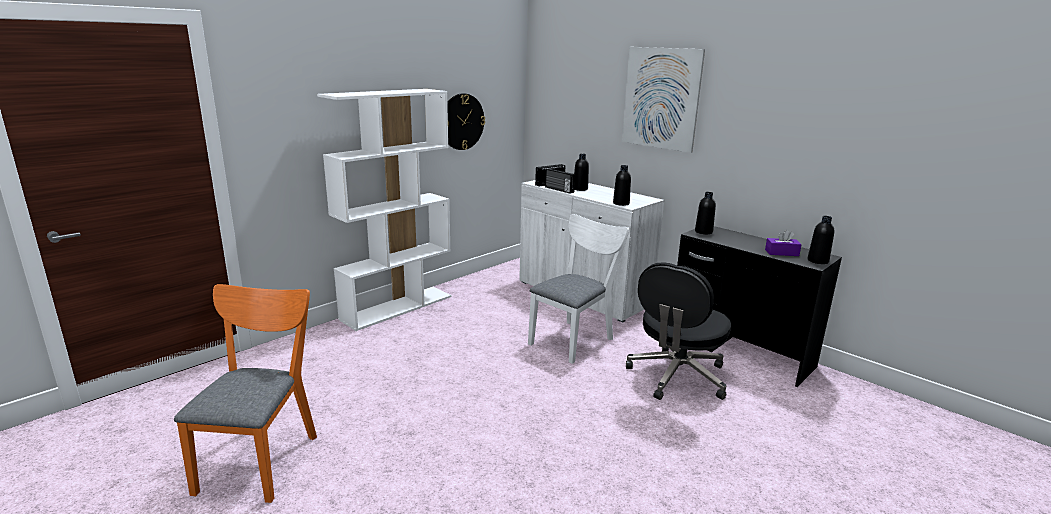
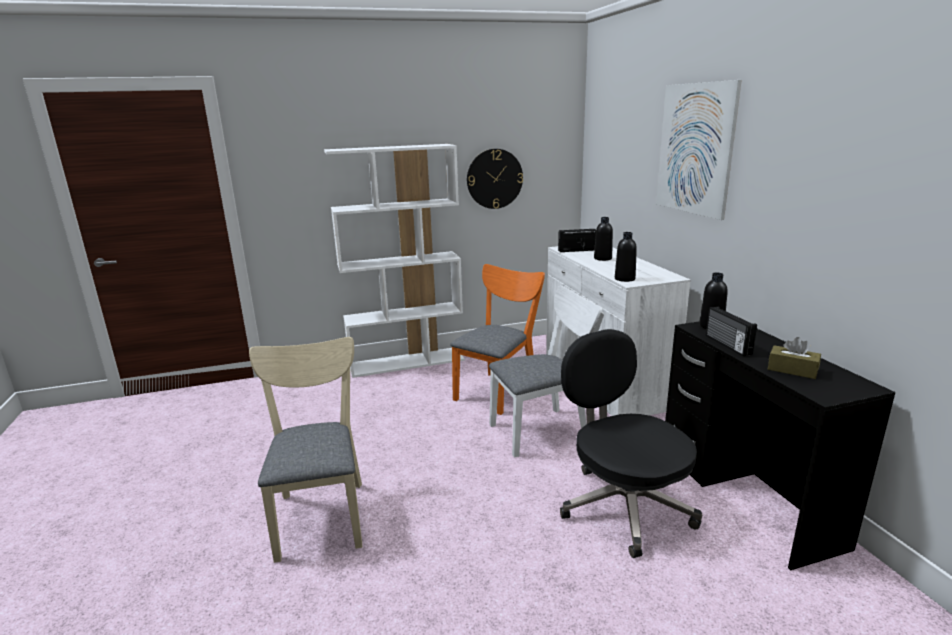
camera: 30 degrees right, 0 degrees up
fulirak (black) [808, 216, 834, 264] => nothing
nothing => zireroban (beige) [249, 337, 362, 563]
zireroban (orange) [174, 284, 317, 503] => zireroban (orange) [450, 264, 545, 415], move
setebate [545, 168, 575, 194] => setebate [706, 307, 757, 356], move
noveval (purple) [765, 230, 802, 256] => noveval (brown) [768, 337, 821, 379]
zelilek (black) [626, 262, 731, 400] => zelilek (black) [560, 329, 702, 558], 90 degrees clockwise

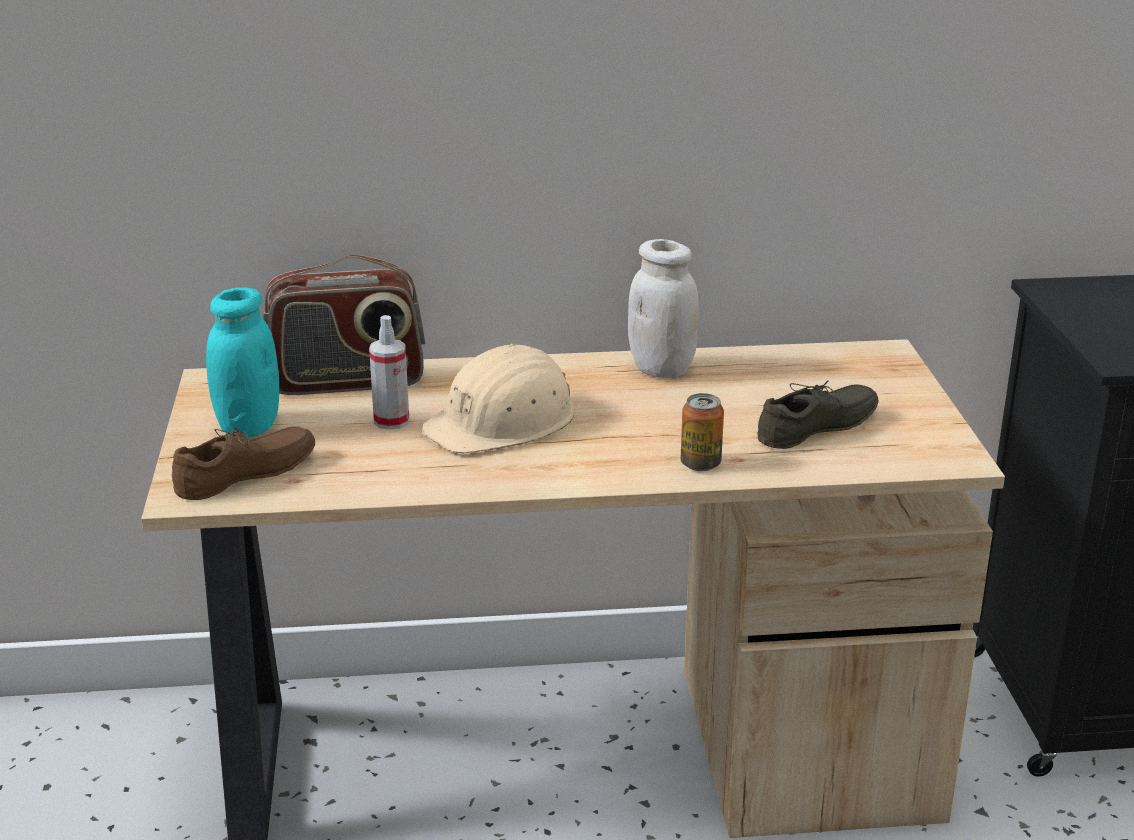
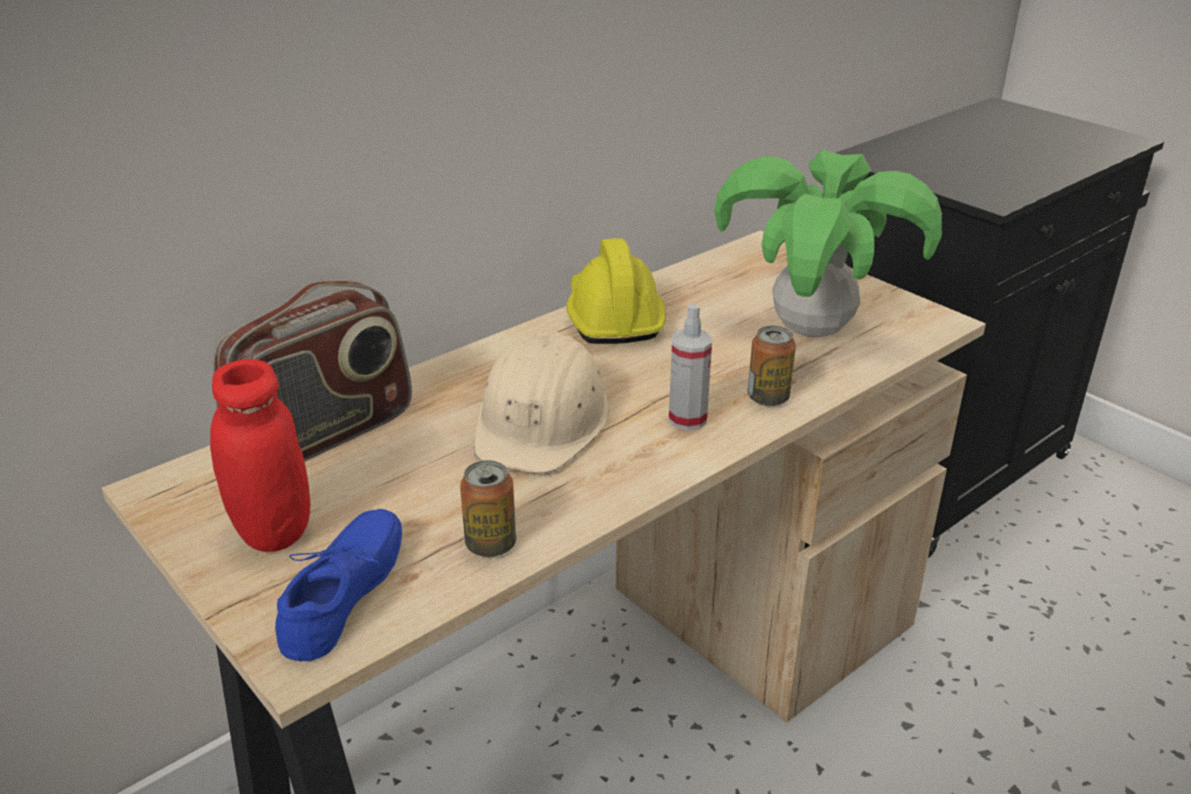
camera: 35 degrees left, 5 degrees up
nothing => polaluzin [460, 460, 516, 557]
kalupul [369, 315, 409, 430] => kalupul [669, 304, 712, 430], move
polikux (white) [628, 239, 699, 378] => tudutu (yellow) [566, 238, 665, 344]
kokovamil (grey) [757, 381, 879, 449] => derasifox [714, 149, 942, 337]
kokovamil (brown) [172, 426, 315, 500] => kokovamil (blue) [275, 509, 402, 661]
polikux (turquoise) [206, 287, 279, 437] => polikux (red) [210, 359, 310, 552]

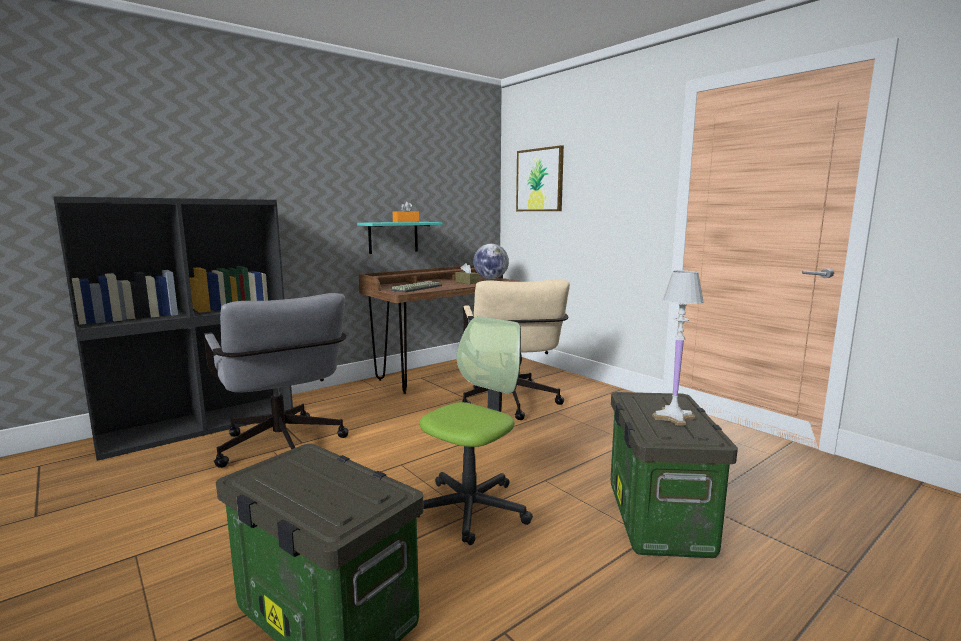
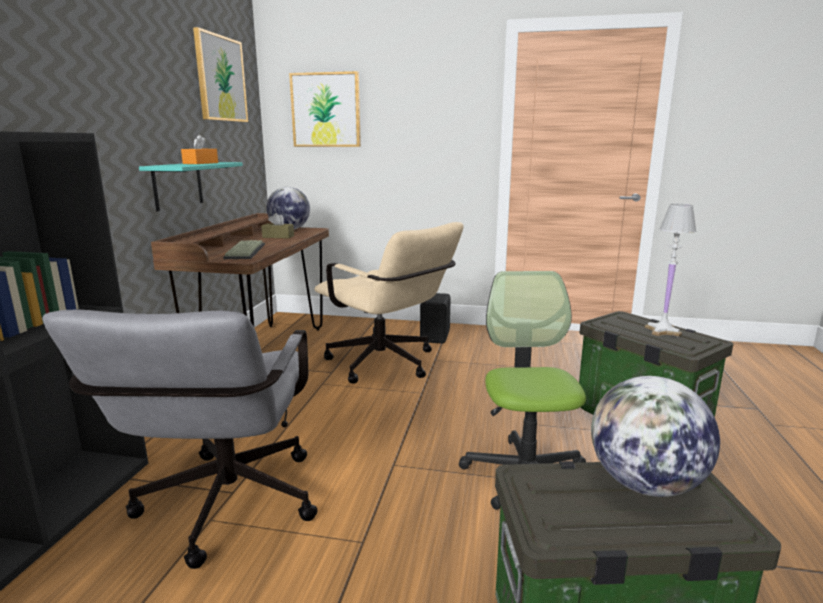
camera: 40 degrees left, 5 degrees up
nothing => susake [193, 27, 248, 122]
nothing => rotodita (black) [420, 293, 451, 343]
nothing => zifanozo [591, 376, 720, 497]
zelilek (grey) [204, 293, 349, 468] => zelilek (grey) [42, 309, 318, 569], 75 degrees clockwise

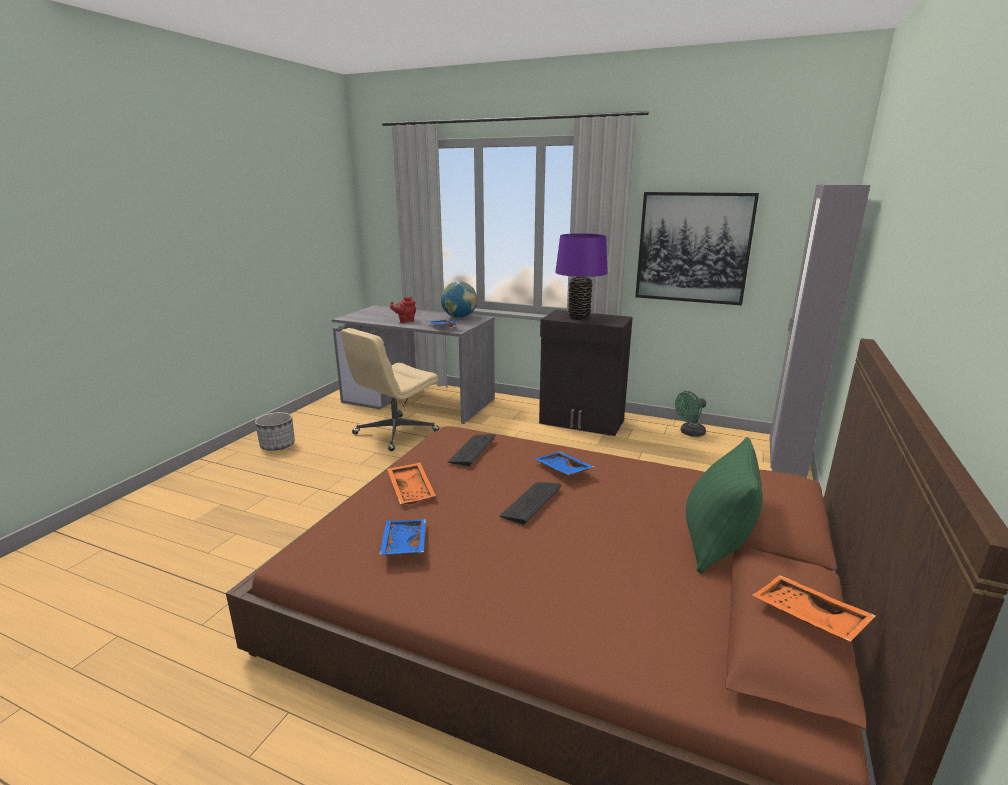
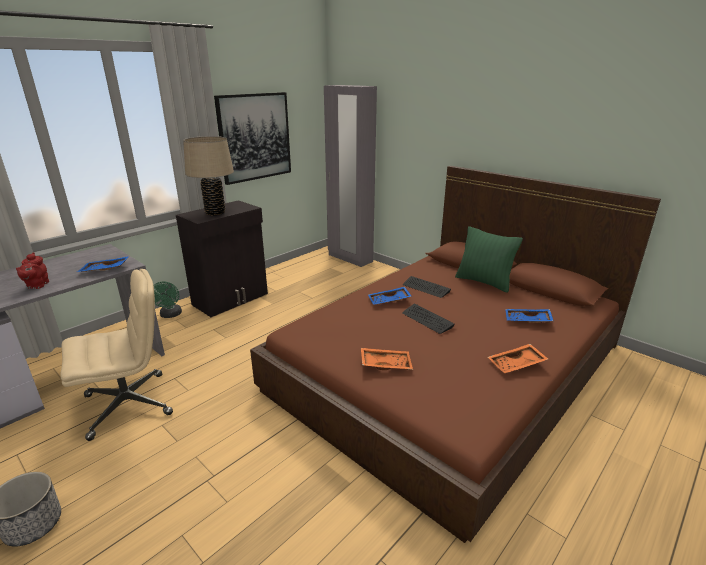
camera: 70 degrees left, 5 degrees up
zifanozo [441, 281, 477, 318] => nothing
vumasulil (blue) [379, 519, 426, 555] => vumasulil (blue) [505, 309, 553, 323], move
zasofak [448, 434, 496, 466] => zasofak [403, 276, 451, 298], move
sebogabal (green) [675, 391, 706, 437] => sebogabal (green) [154, 282, 182, 318], move
vumasulil (orange) [752, 575, 876, 642] => vumasulil (orange) [488, 344, 548, 373], move
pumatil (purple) [555, 233, 608, 320] => pumatil (beige) [183, 136, 234, 215]
zelilek (beige) [340, 328, 439, 451] => zelilek (beige) [60, 269, 173, 441], 90 degrees counterclockwise

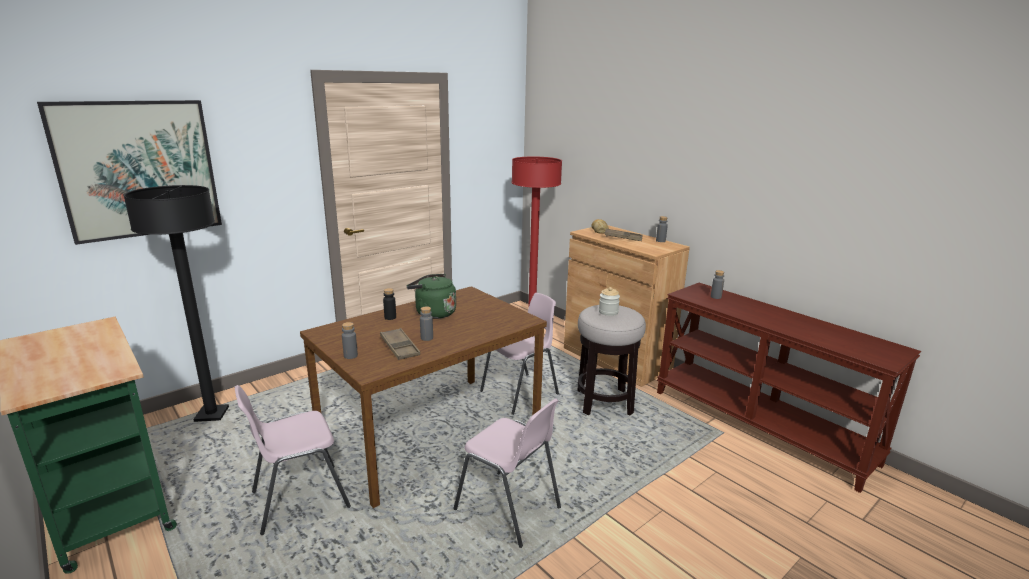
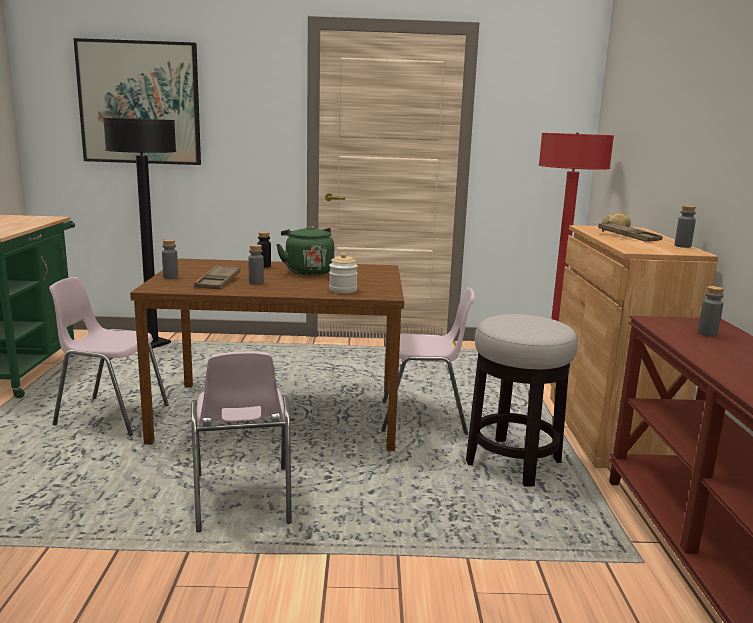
camera: 40 degrees right, 5 degrees down
polikux [599, 287, 620, 316] => polikux [329, 253, 358, 293], move

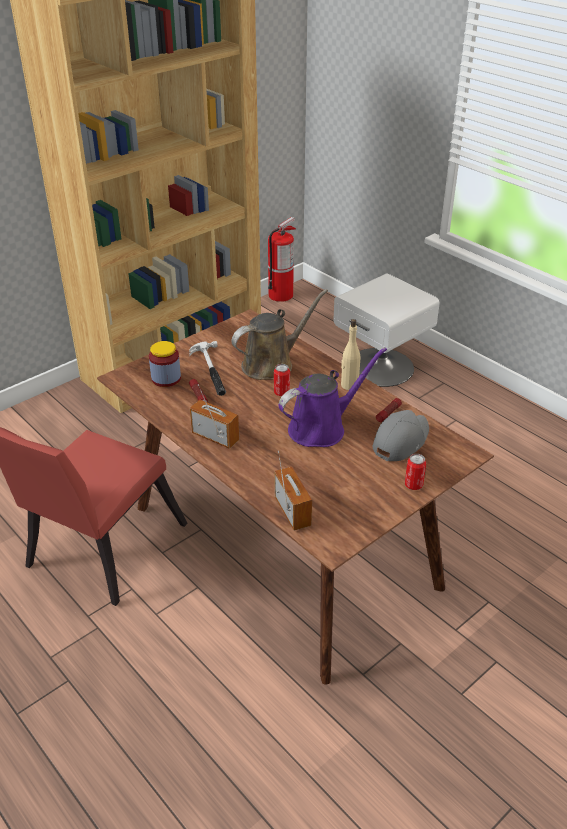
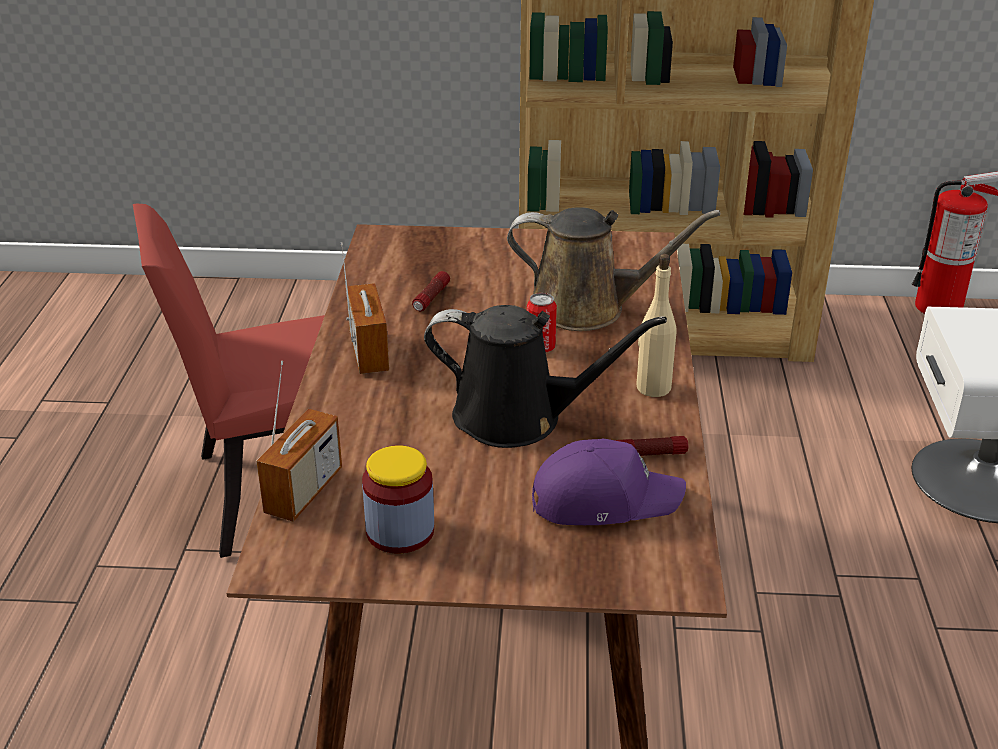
camera: 45 degrees right, 5 degrees down
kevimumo [189, 341, 226, 396] => nothing
polaluzin [405, 454, 426, 490] => nothing
polikux [149, 341, 181, 387] => polikux [362, 445, 434, 554], move
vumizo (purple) [278, 347, 387, 447] => vumizo (black) [424, 305, 667, 448]
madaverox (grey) [373, 410, 429, 461] => madaverox (purple) [532, 439, 686, 525]

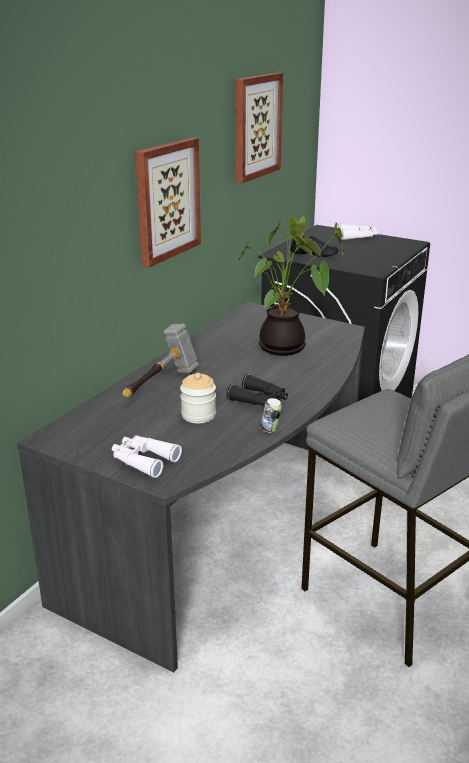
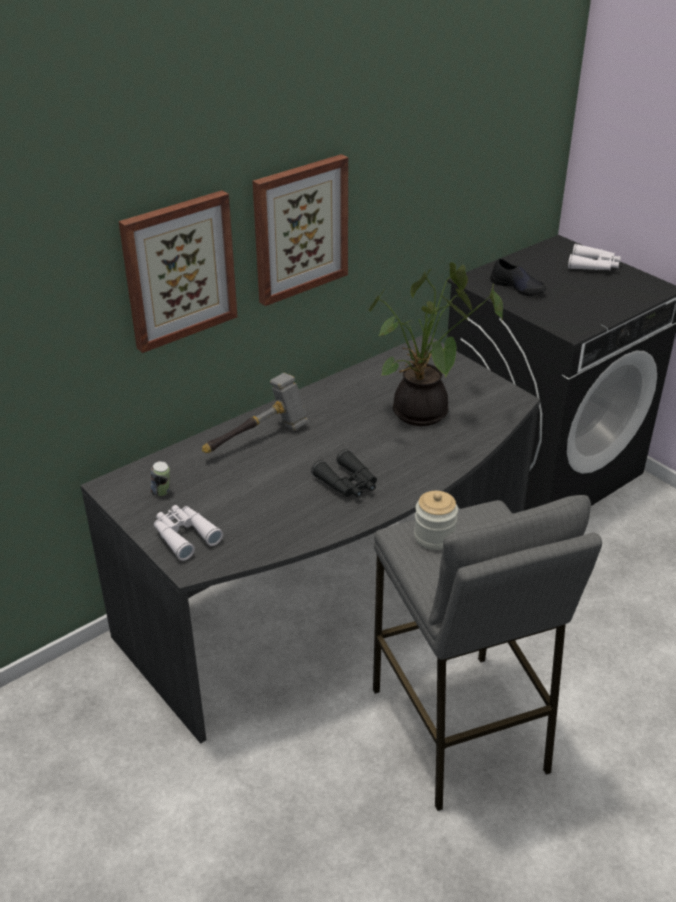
camera: 20 degrees right, 10 degrees up
polikux [180, 372, 216, 424] => polikux [414, 491, 458, 550], move
susake [235, 73, 283, 183] => susake [119, 190, 238, 353], move
polaluzin [261, 398, 282, 433] => polaluzin [151, 461, 170, 496], move

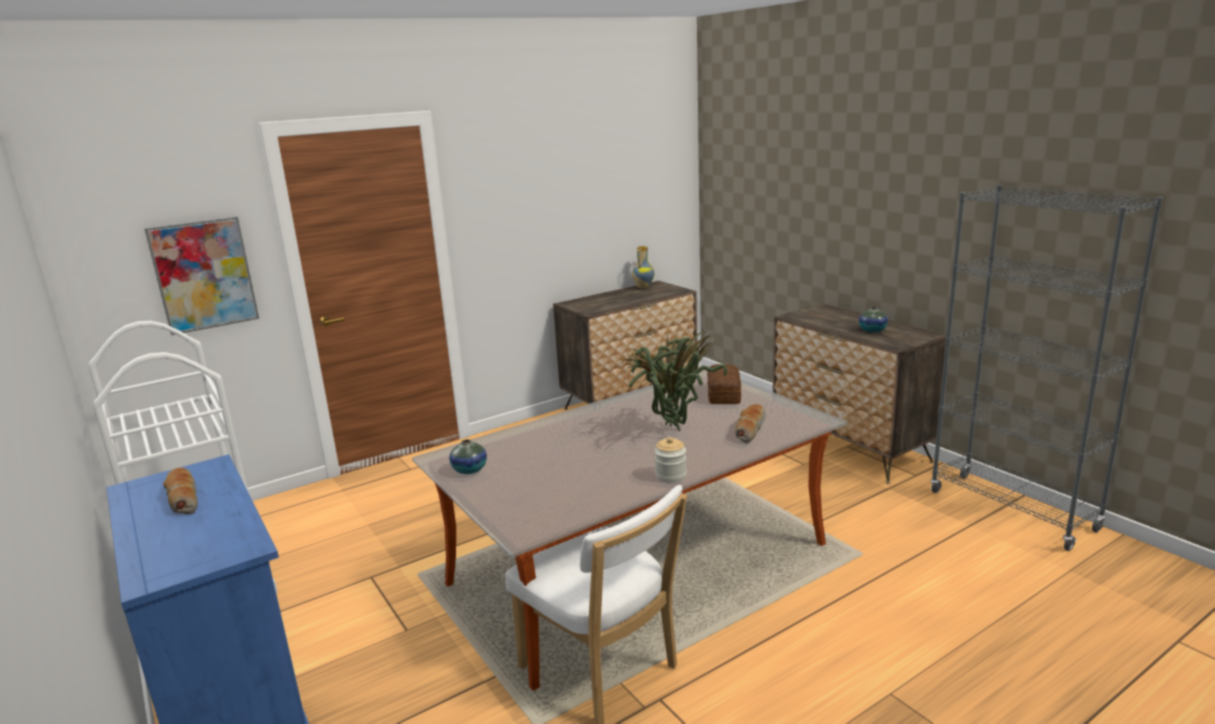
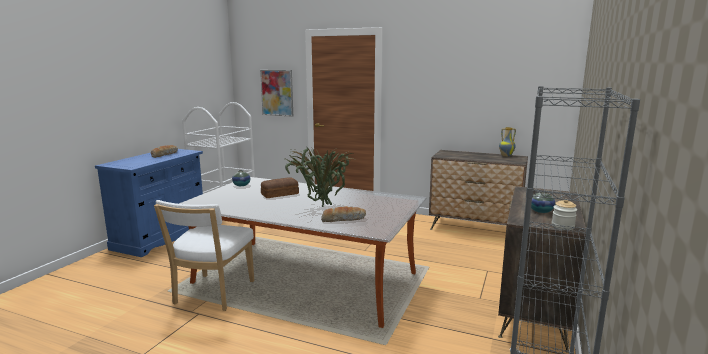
camera: 55 degrees right, 5 degrees down
polikux [654, 437, 687, 483] => polikux [552, 200, 577, 230], move
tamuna [707, 364, 741, 404] => tamuna [261, 177, 299, 198], move

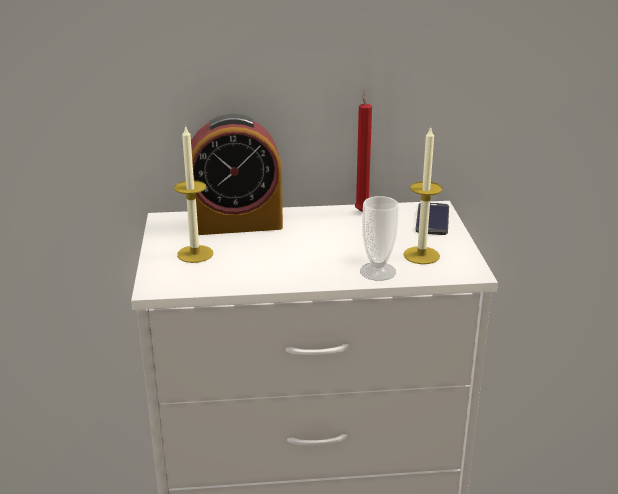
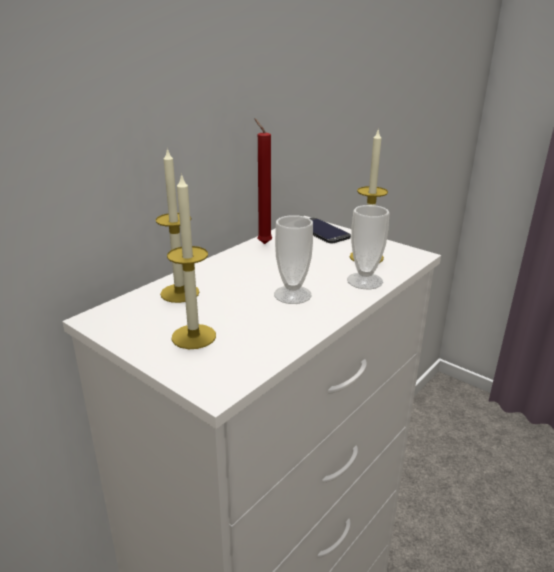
camera: 45 degrees left, 0 degrees up
nothing => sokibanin [274, 215, 313, 304]
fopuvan [191, 114, 283, 235] => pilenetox [156, 147, 200, 303]

